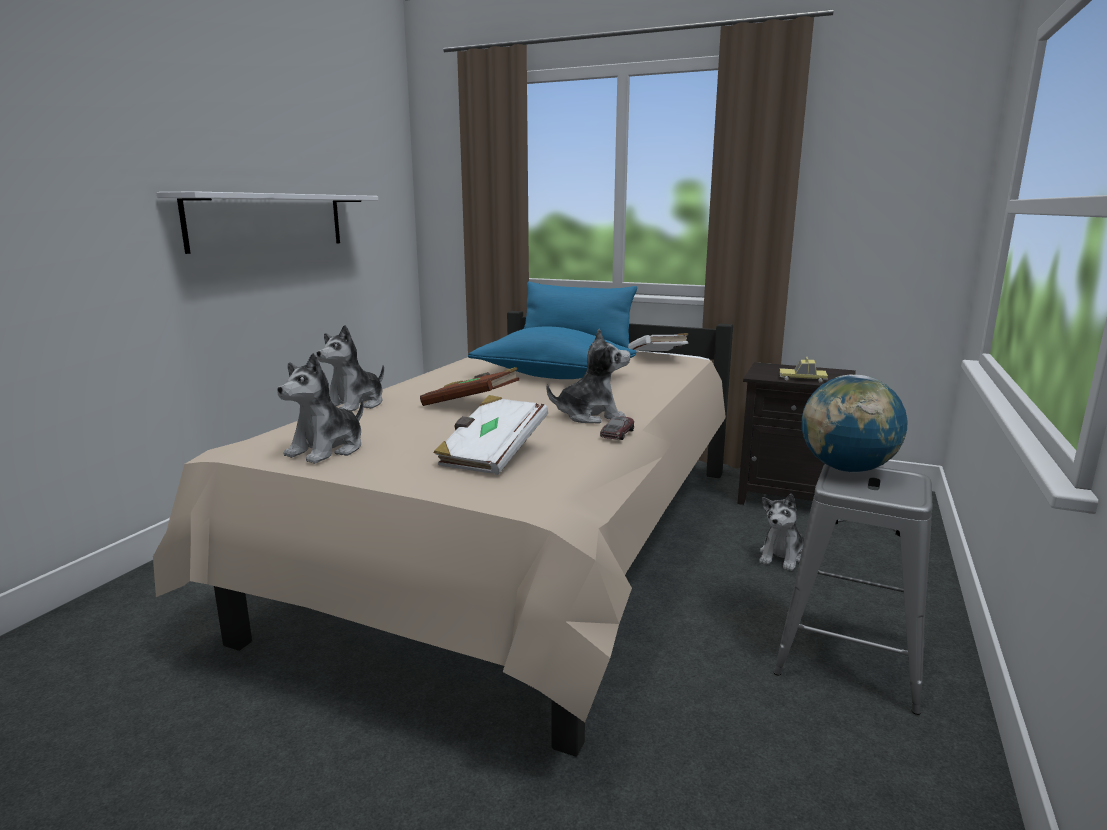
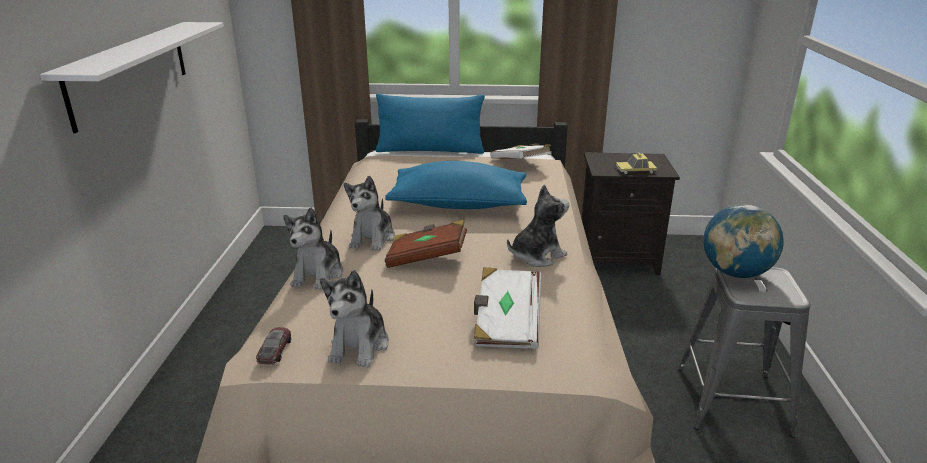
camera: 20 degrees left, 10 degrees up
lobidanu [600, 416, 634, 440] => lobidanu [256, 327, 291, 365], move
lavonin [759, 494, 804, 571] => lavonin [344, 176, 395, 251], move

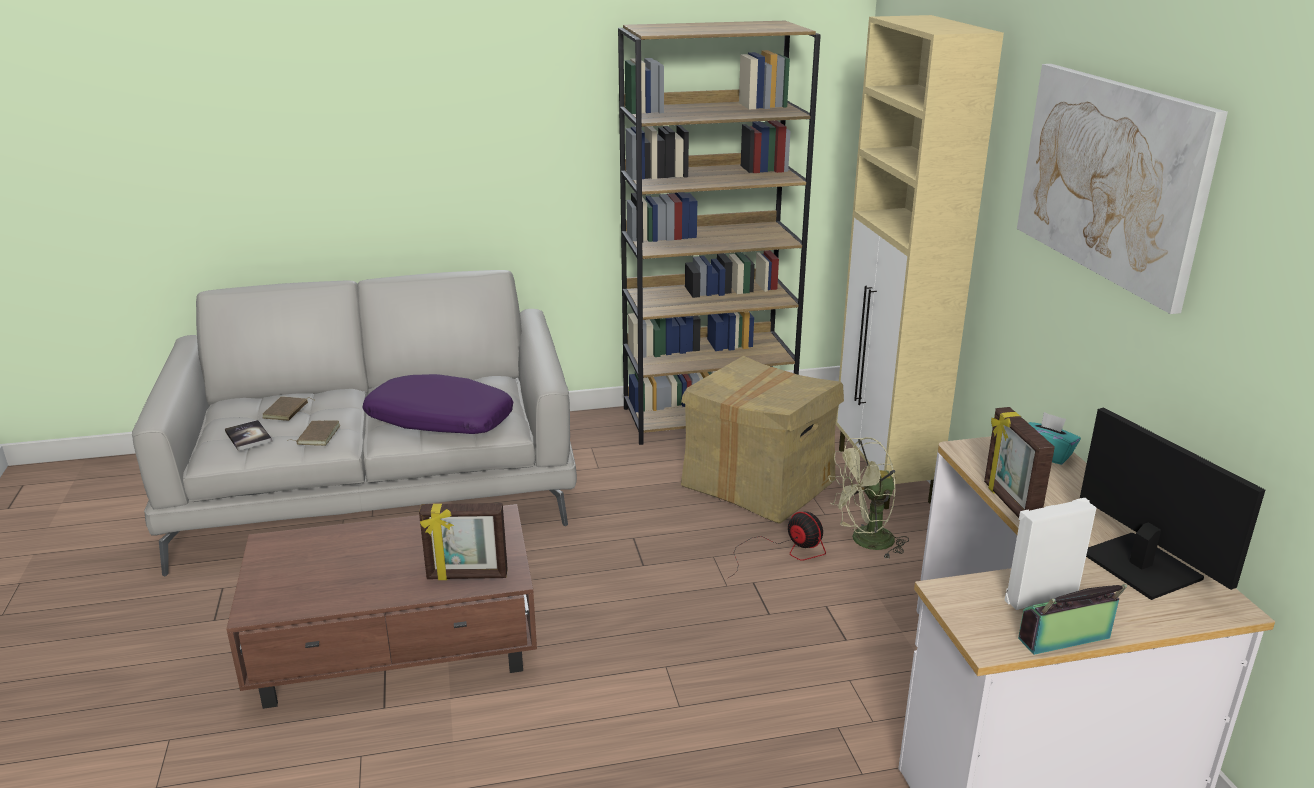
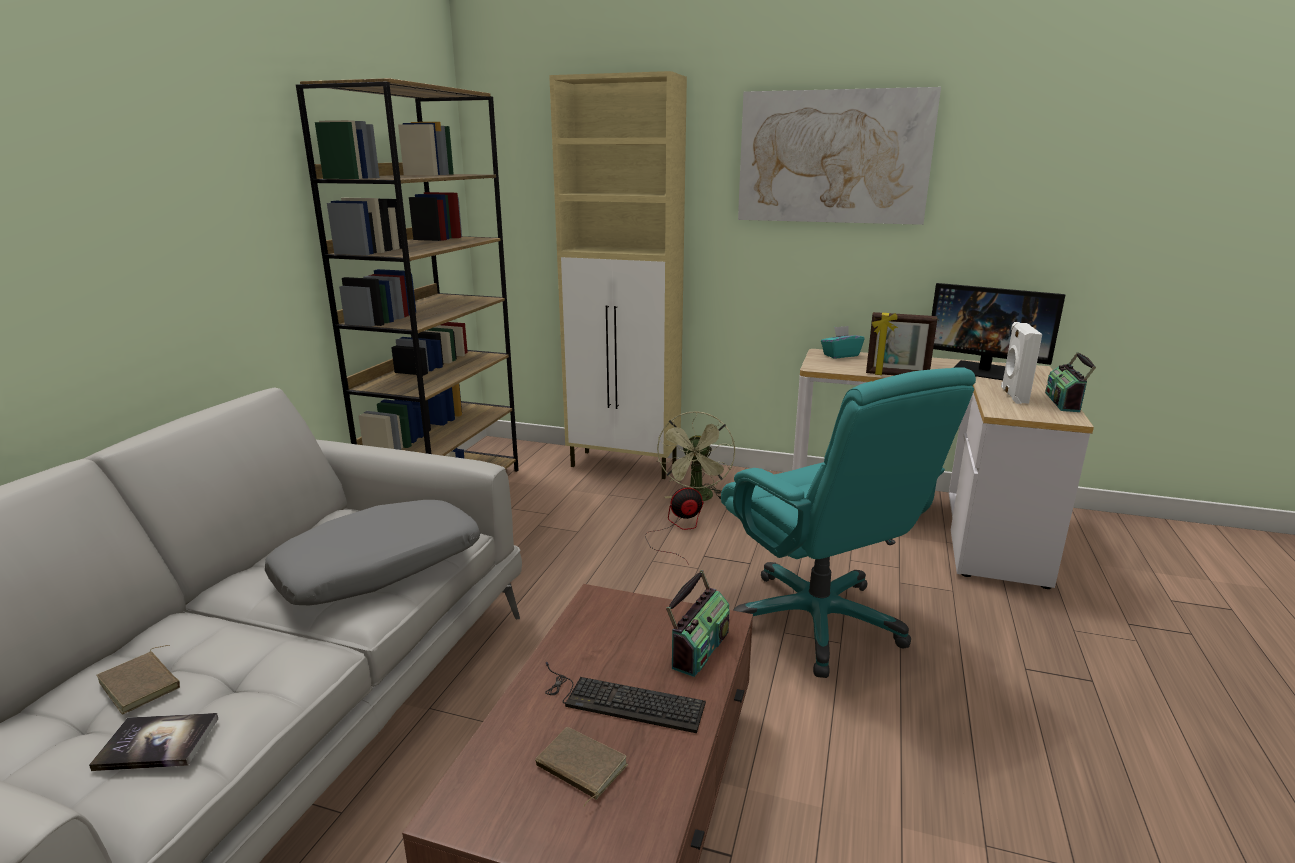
camera: 60 degrees left, 5 degrees down
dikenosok [681, 356, 844, 524] => nothing
nothing => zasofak [545, 662, 706, 733]
nothing => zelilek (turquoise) [721, 368, 976, 678]
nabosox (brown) [287, 421, 340, 446] => nabosox (brown) [535, 727, 628, 807], move
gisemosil [419, 503, 508, 580] => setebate [666, 570, 730, 677]
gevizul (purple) [362, 374, 513, 434] => gevizul (grey) [265, 500, 480, 605]
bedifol [1080, 407, 1265, 600] => bedifol [932, 283, 1066, 380], 150 degrees counterclockwise

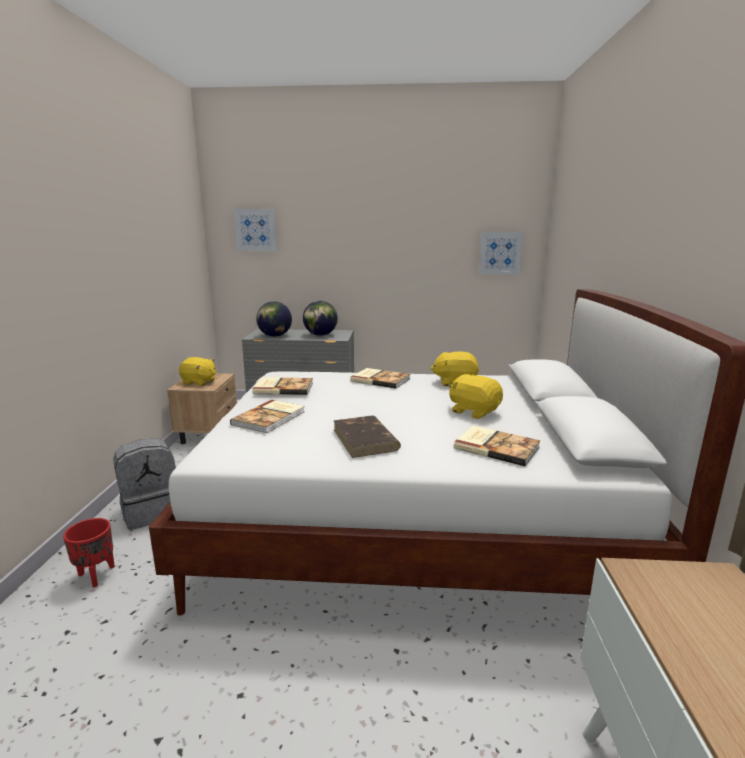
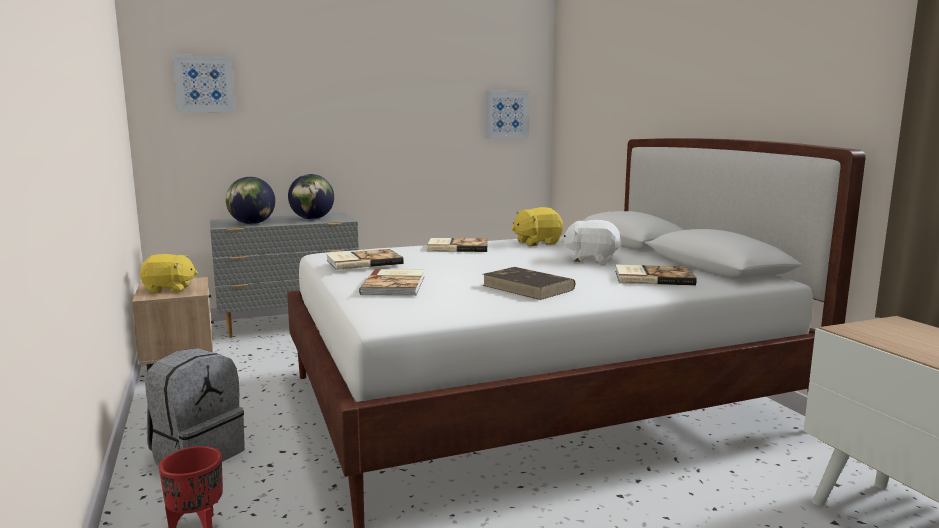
camera: 25 degrees left, 5 degrees down
lavonin (yellow) [449, 374, 503, 419] => lavonin (white) [561, 220, 622, 263]

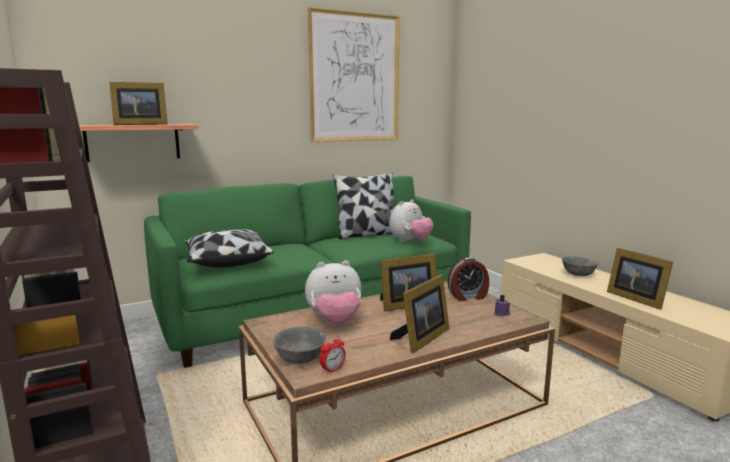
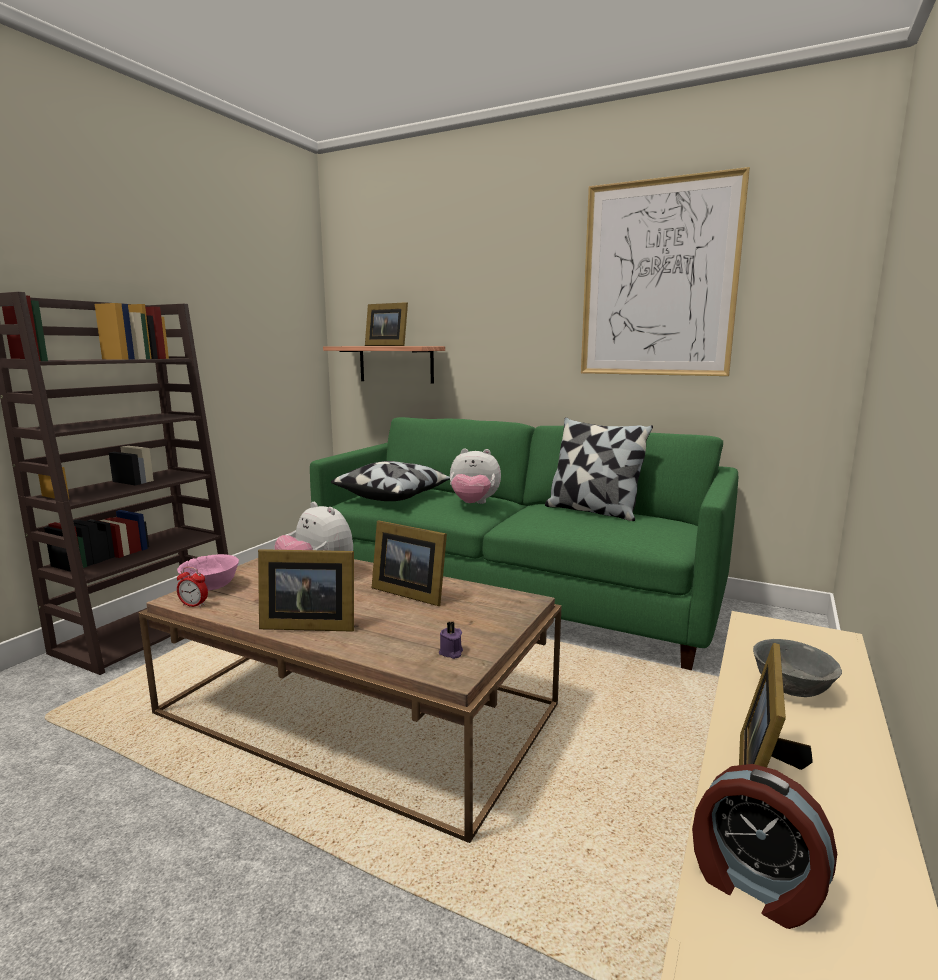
camera: 55 degrees right, 0 degrees up
lavonin [389, 199, 434, 242] => lavonin [450, 448, 501, 504], move
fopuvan [448, 258, 489, 301] => fopuvan [692, 764, 837, 929], move
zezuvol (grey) [273, 327, 326, 364] => zezuvol (pink) [177, 554, 239, 591]

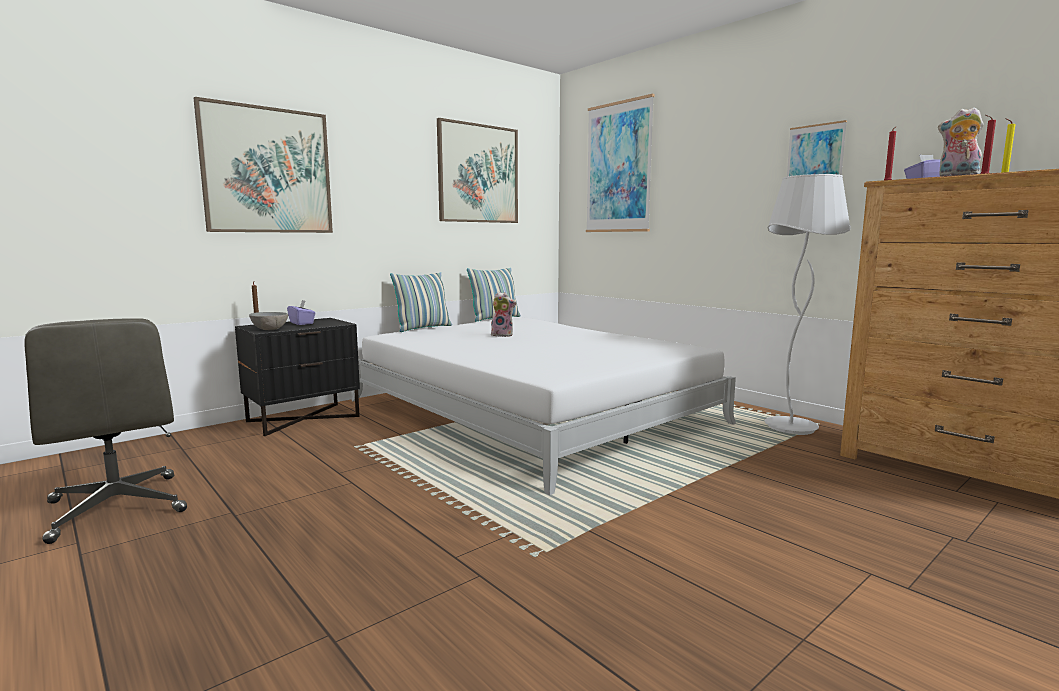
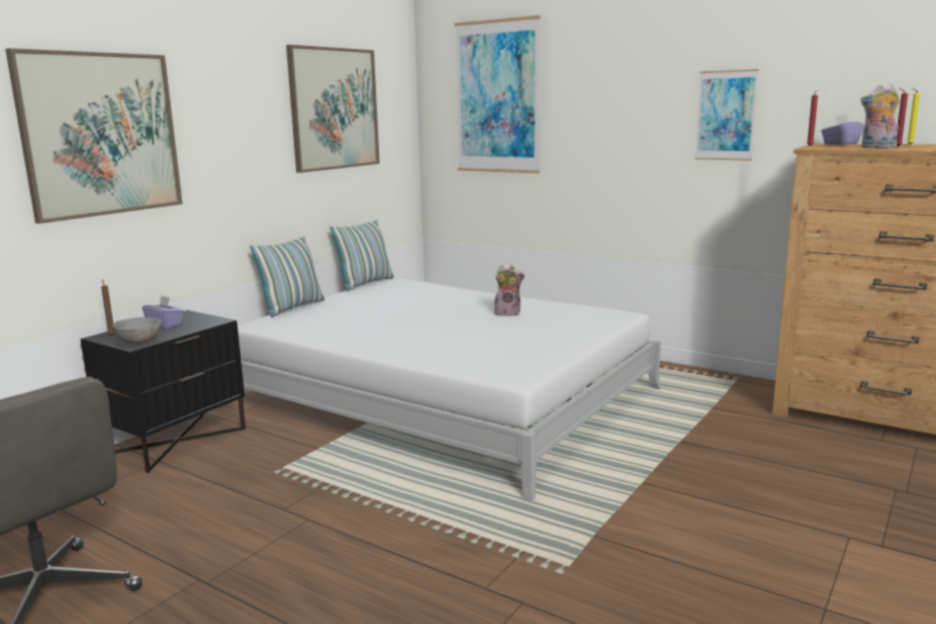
camera: 15 degrees left, 5 degrees up
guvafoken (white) [765, 174, 851, 435] => nothing
lavonin [491, 292, 516, 337] => lavonin [494, 264, 525, 316], move

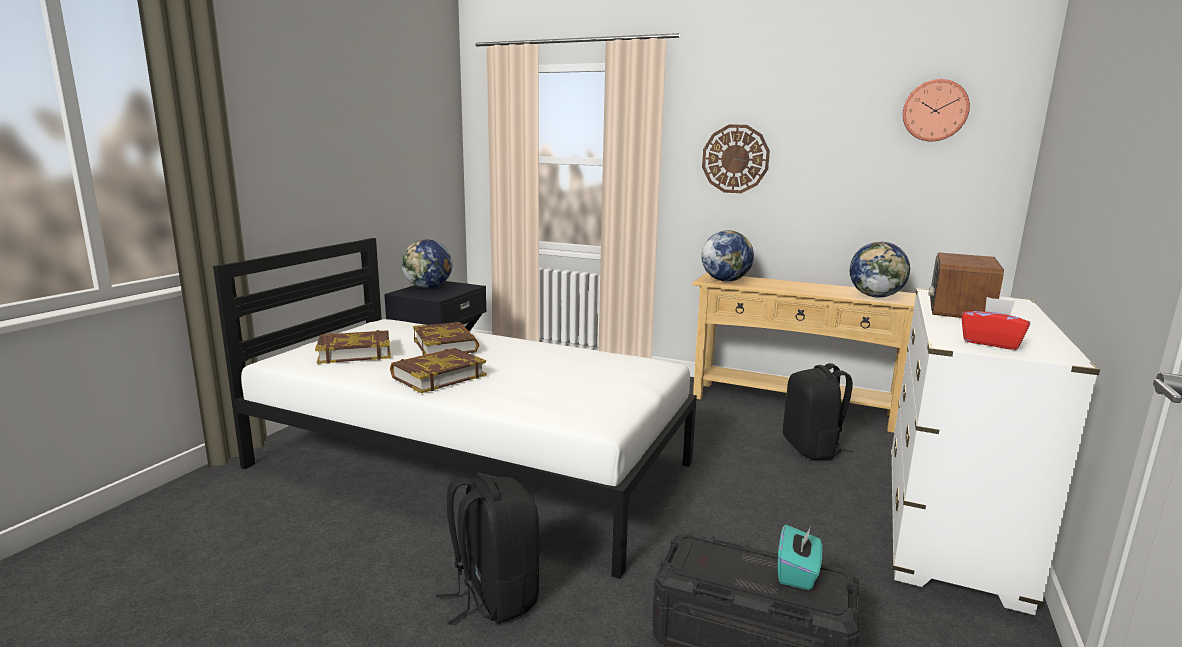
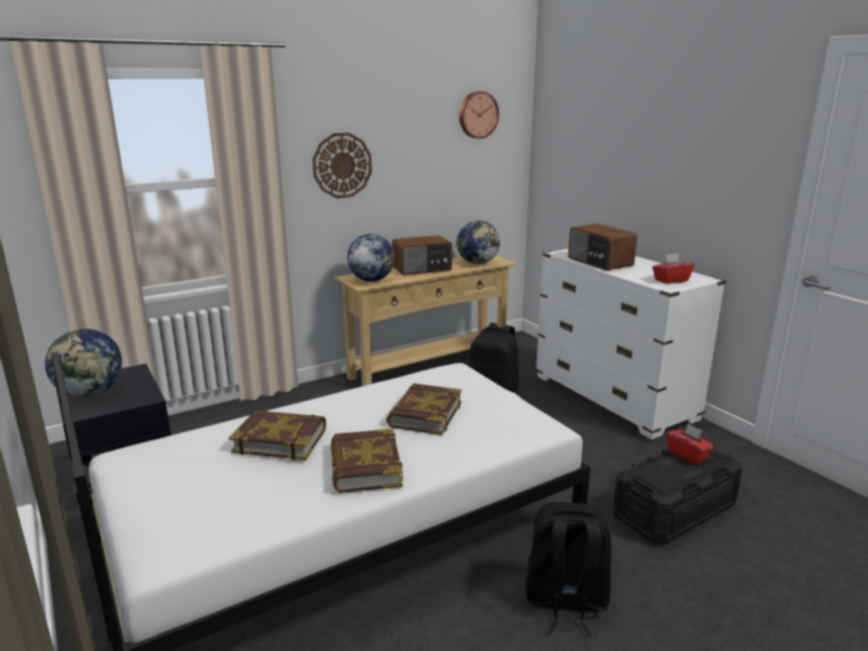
camera: 55 degrees left, 5 degrees up
nothing => setebate [392, 235, 452, 276]
nabosox [315, 330, 391, 364] => nabosox [386, 383, 462, 436], move
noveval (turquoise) [778, 525, 822, 590] => noveval (red) [666, 424, 714, 464]

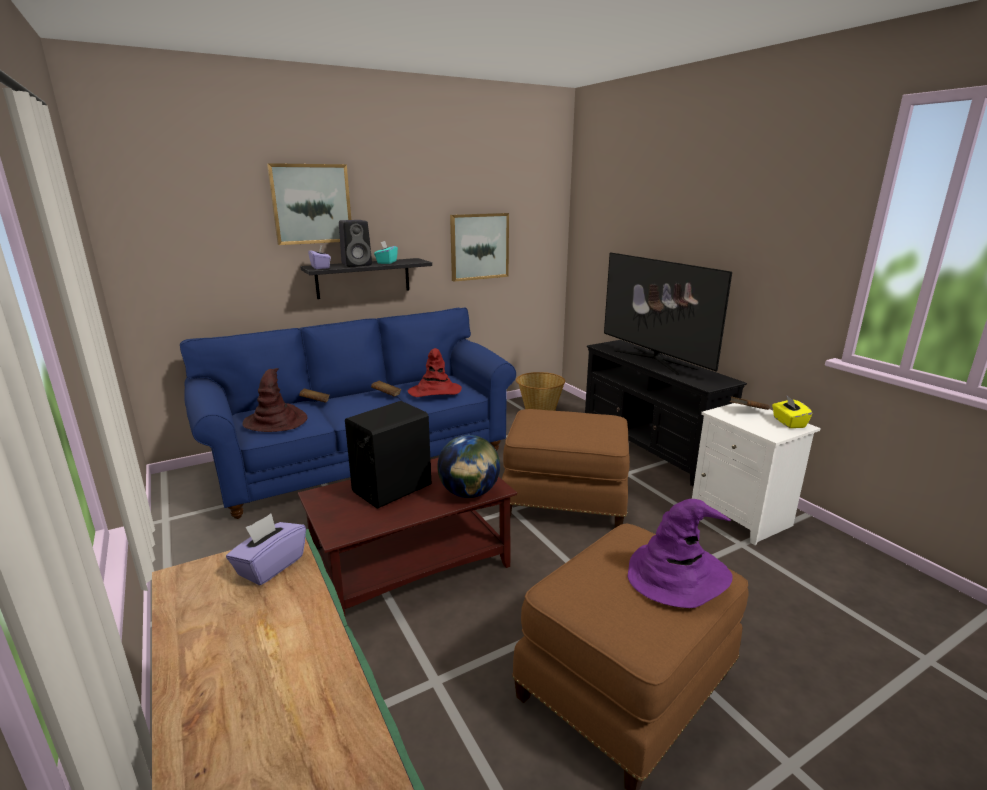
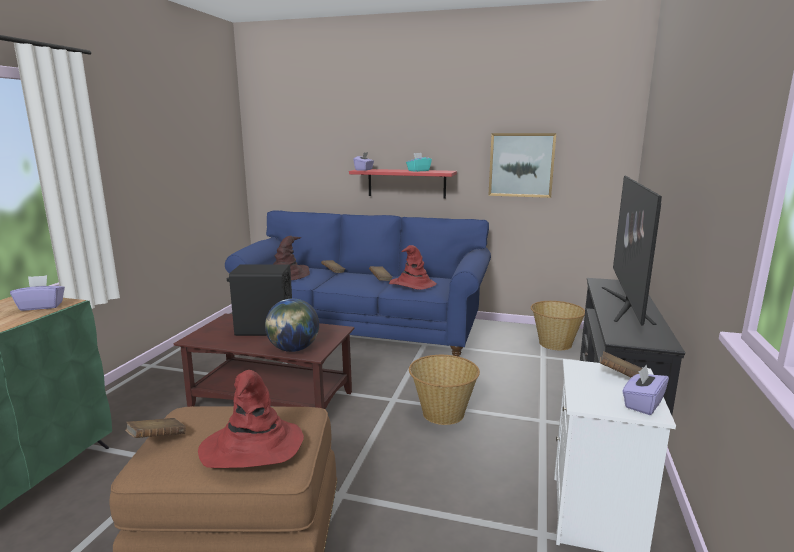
camera: 45 degrees right, 5 degrees down
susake [267, 163, 351, 245] => nothing
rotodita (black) [339, 220, 372, 267] => nothing
nothing => nabosox (brown) [125, 418, 186, 438]
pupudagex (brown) [502, 409, 630, 528] => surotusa [409, 355, 480, 425]
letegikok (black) [300, 258, 432, 299] => letegikok (red) [349, 169, 457, 199]
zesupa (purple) [628, 499, 733, 608] => zesupa (red) [198, 370, 304, 468]
noveval (yellow) [772, 396, 812, 428] => noveval (purple) [622, 364, 669, 415]

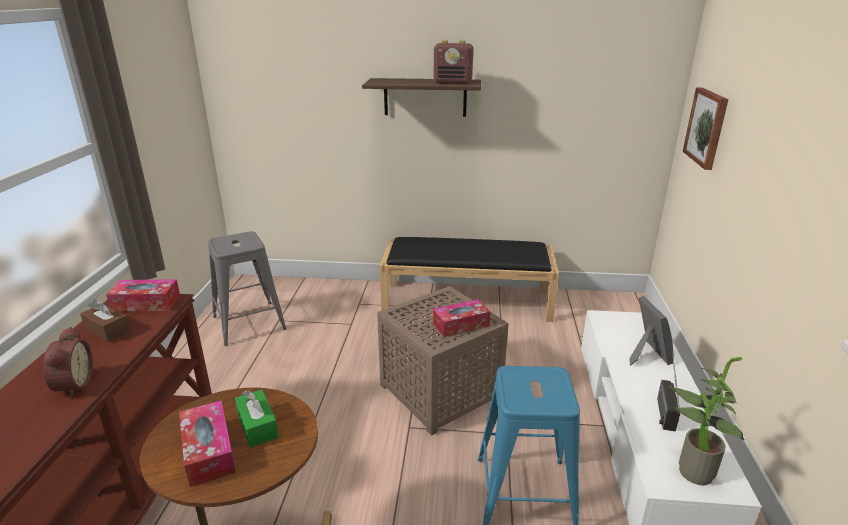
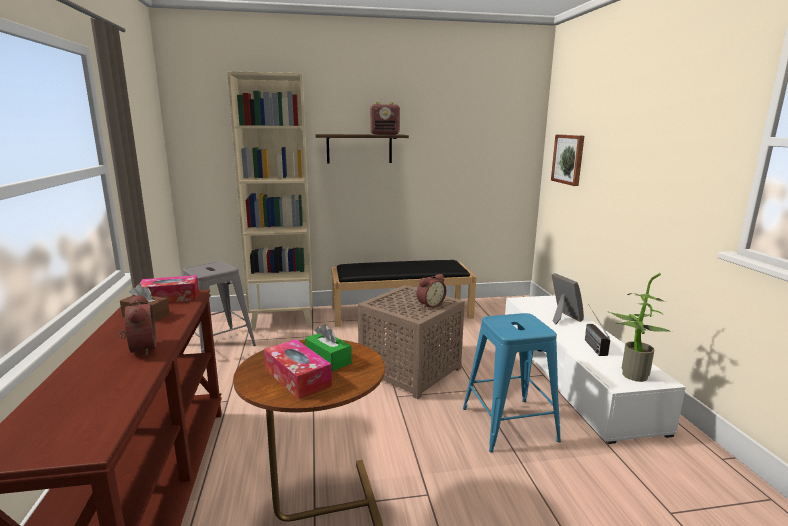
camera: 15 degrees left, 10 degrees down
nothing => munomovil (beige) [227, 71, 312, 330]
noveval [433, 299, 490, 337] => fopuvan [417, 274, 446, 308]

